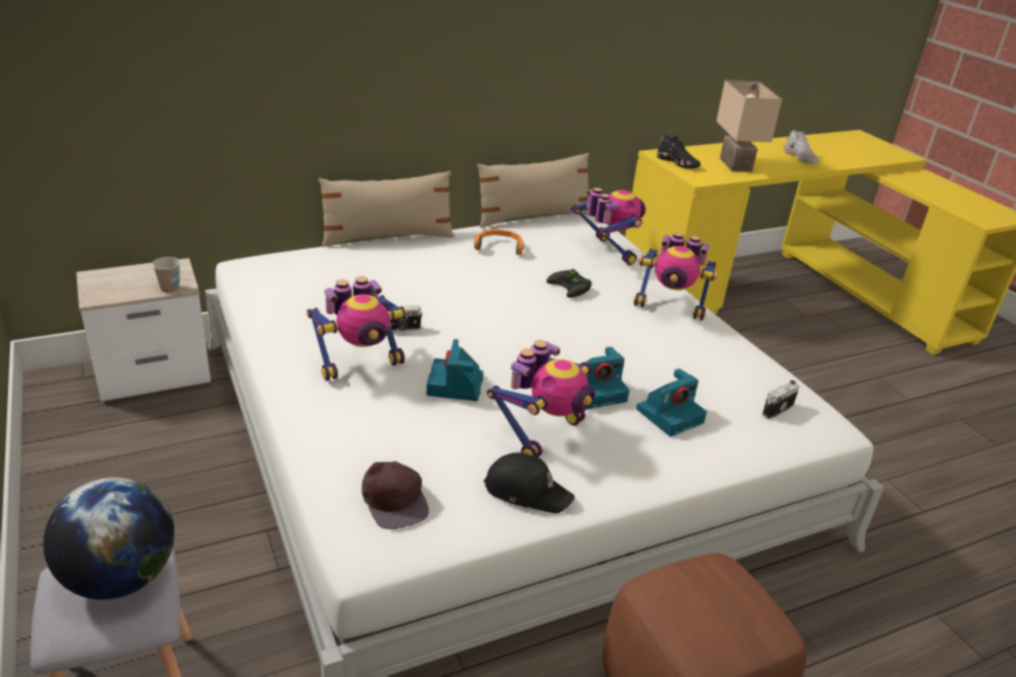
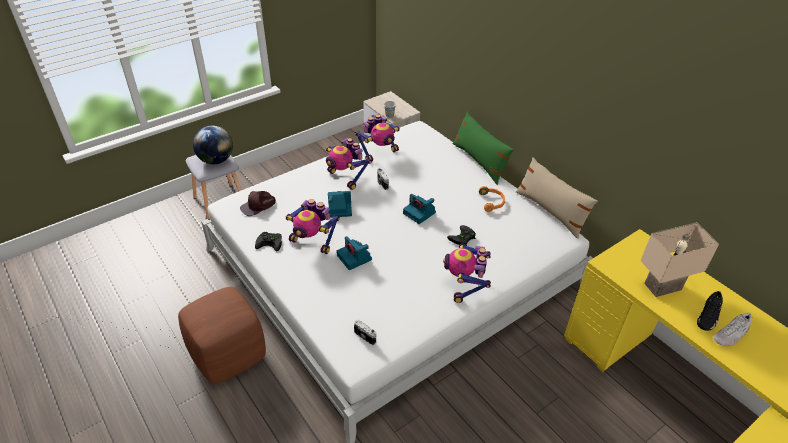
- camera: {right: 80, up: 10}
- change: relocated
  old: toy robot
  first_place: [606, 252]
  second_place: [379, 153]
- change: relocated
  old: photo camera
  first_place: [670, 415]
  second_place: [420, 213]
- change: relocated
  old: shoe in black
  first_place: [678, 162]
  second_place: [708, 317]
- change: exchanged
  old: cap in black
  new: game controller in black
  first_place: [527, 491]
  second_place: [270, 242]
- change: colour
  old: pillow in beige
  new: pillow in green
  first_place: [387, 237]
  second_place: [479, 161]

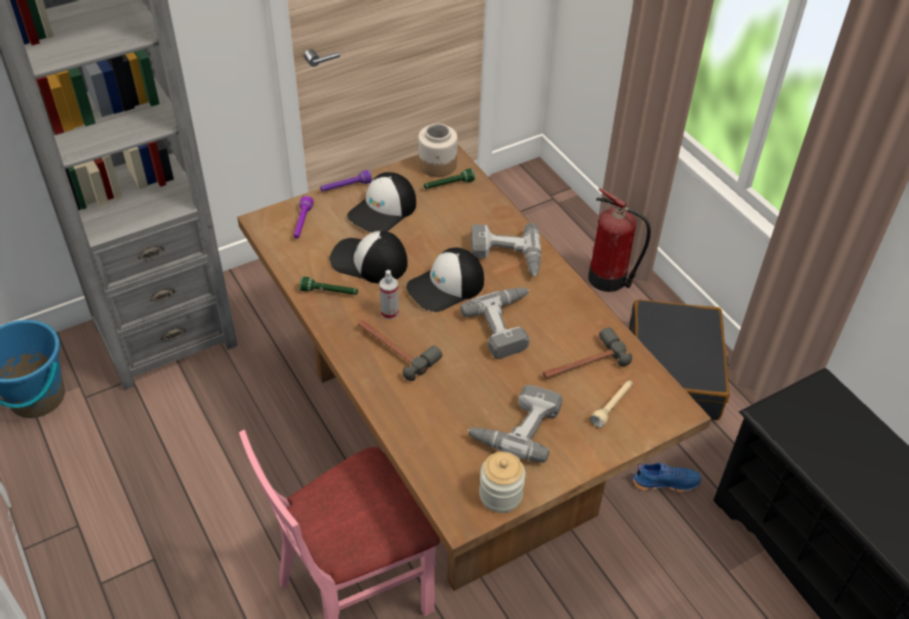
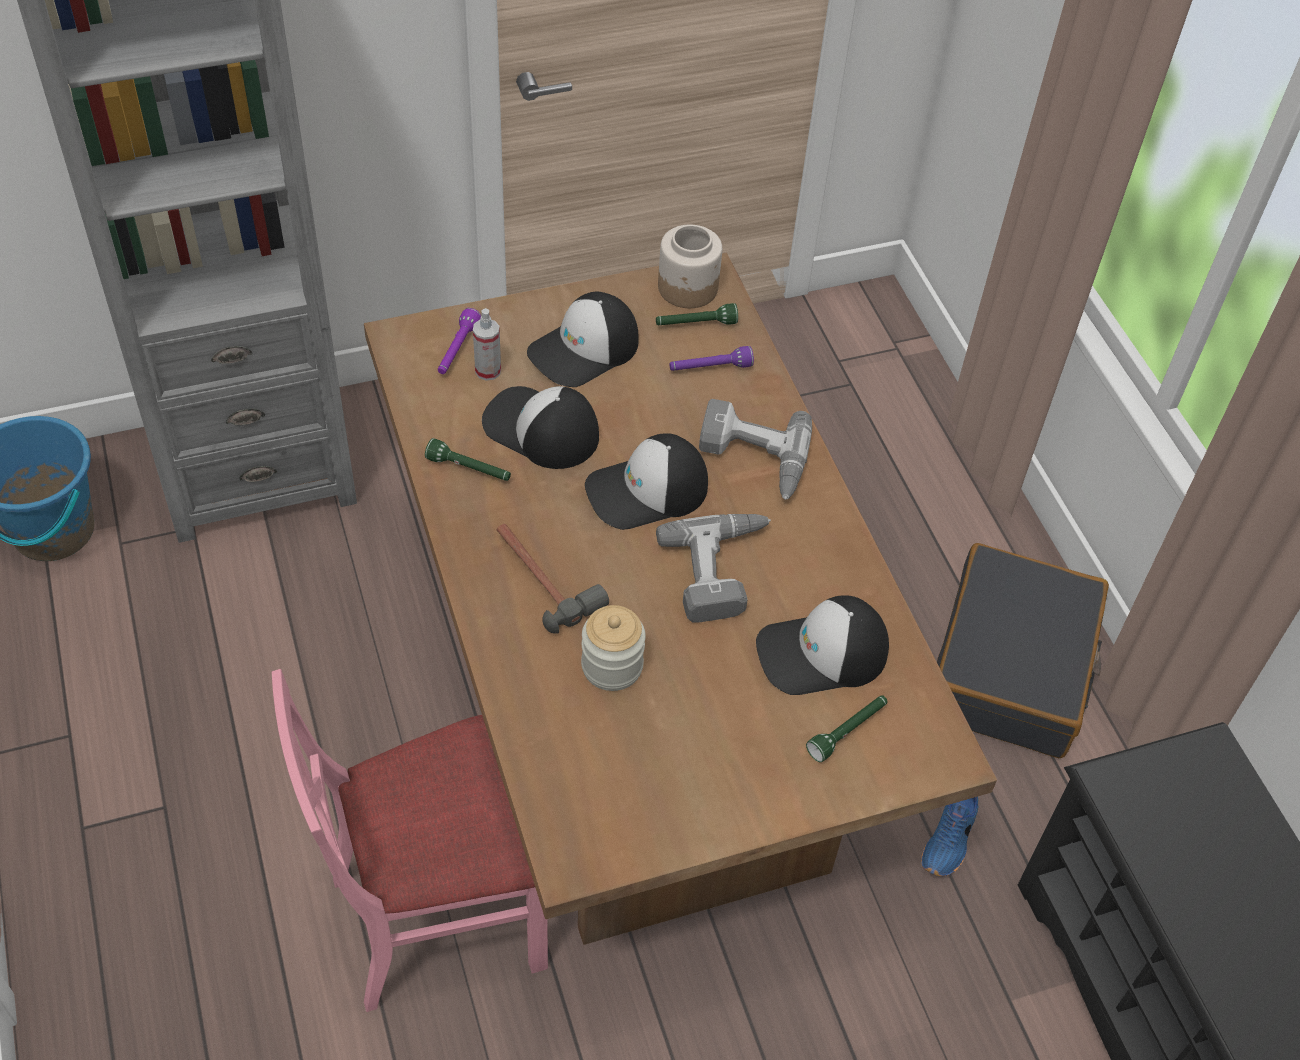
- camera: {right: 10, up: 5}
- change: missing
  old: power drill
  first_place: [516, 426]
- change: missing
  old: fire extinguisher
  first_place: [609, 279]
- change: relocated
  old: flashlight in purple
  first_place: [346, 187]
  second_place: [710, 368]
- change: relocated
  old: spray bottle
  first_place: [389, 312]
  second_place: [488, 371]
- change: relocated
  old: jar
  first_place: [500, 495]
  second_place: [612, 666]
- change: exchanged
  old: hammer
  new: cap
  first_place: [582, 364]
  second_place: [821, 654]
- change: colour
  old: flashlight in beige
  new: flashlight in green
  first_place: [612, 406]
  second_place: [848, 731]
- change: spun
  old: shoe in blue
  first_place: [665, 481]
  second_place: [950, 840]
  degrees: 105

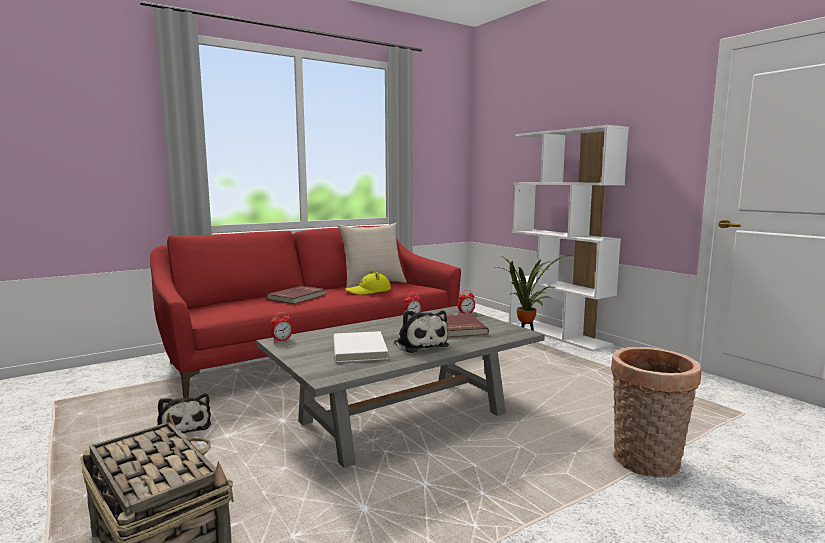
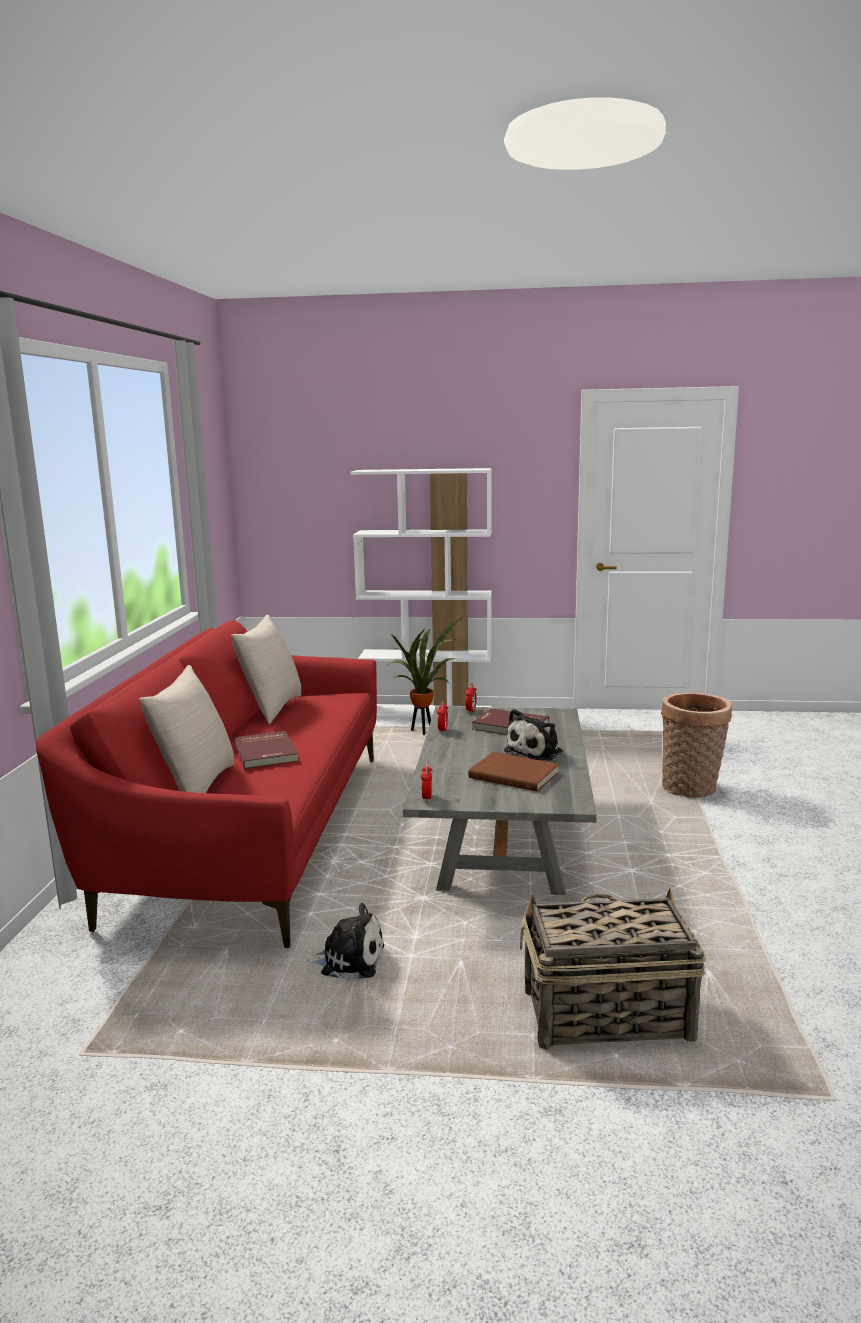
- camera: {right: -50, up: 5}
- change: missing
  old: hat in yellow
  first_place: [369, 291]
- change: appeared
  new: pillow in beige
  second_place: [195, 786]
- change: colour
  old: book in white
  new: book in brown
  first_place: [361, 349]
  second_place: [514, 774]
- change: spun
  old: plush toy
  first_place: [420, 344]
  second_place: [537, 751]
  degrees: 120

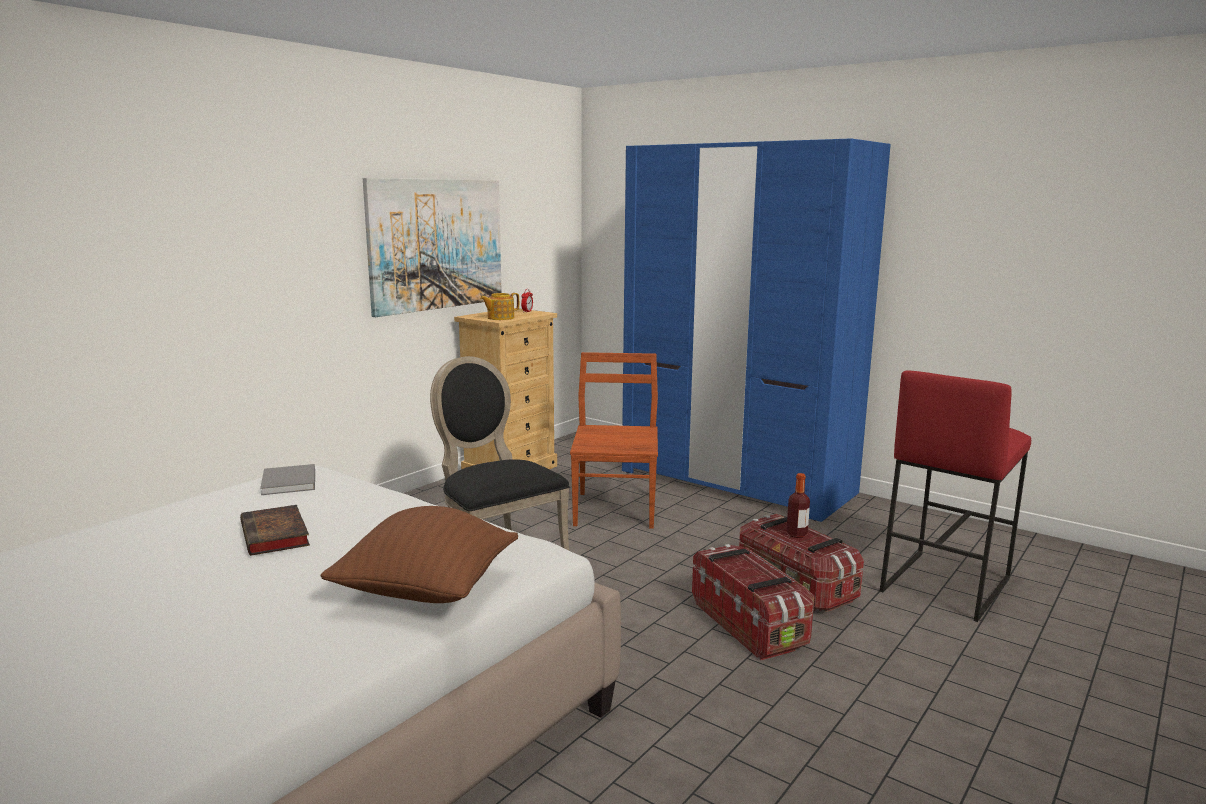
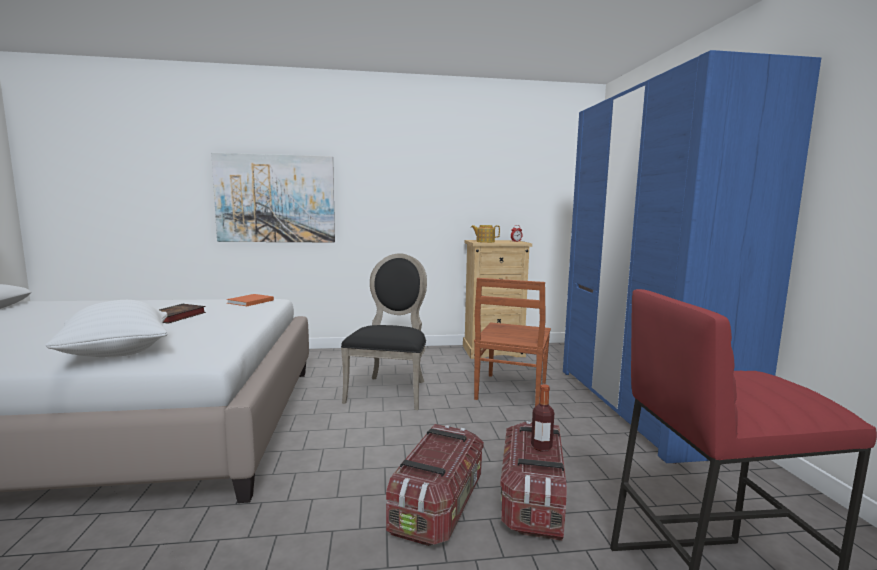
- camera: {right: 45, up: -5}
- change: relocated
  old: picture
  first_place: [436, 244]
  second_place: [275, 199]
- change: colour
  old: book in grey
  new: book in orange
  first_place: [289, 483]
  second_place: [249, 302]
- change: colour
  old: pillow in brown
  new: pillow in white
  first_place: [426, 592]
  second_place: [117, 353]
- change: spun
  old: chair in brown
  first_place: [615, 508]
  second_place: [511, 391]
  degrees: 150

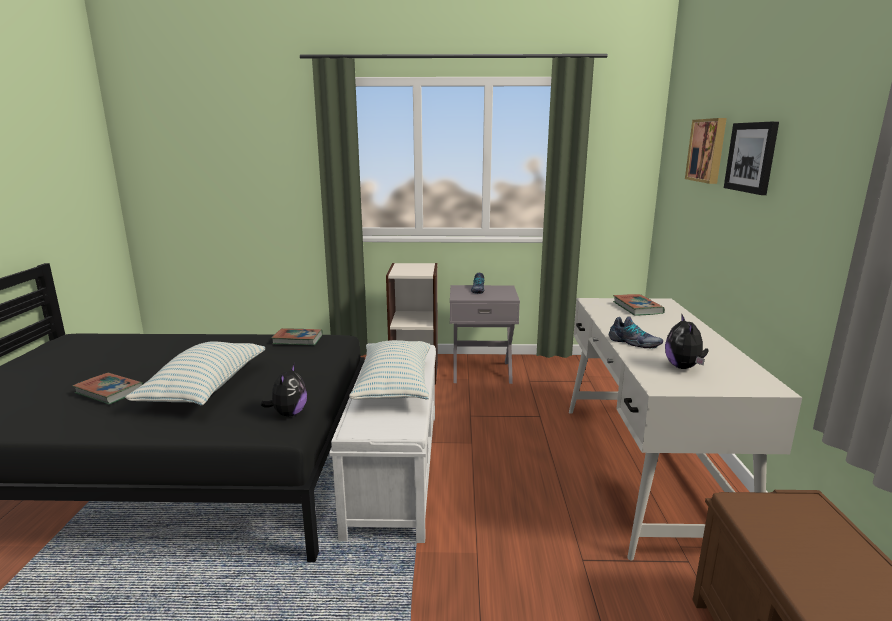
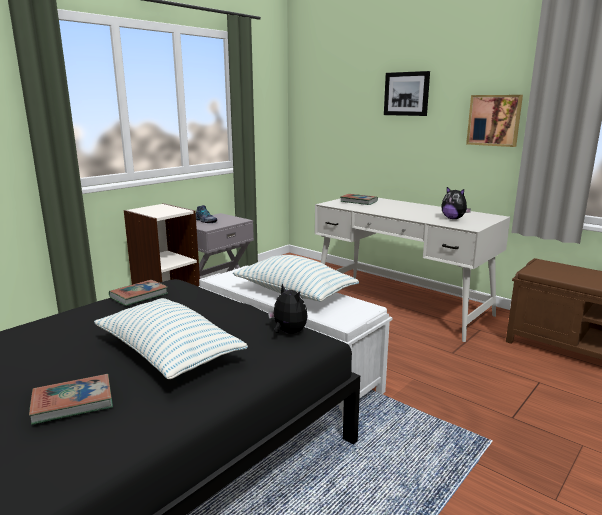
- camera: {right: -50, up: 0}
- change: missing
  old: shoe
  first_place: [634, 343]
- change: relocated
  old: picture
  first_place: [708, 150]
  second_place: [494, 120]

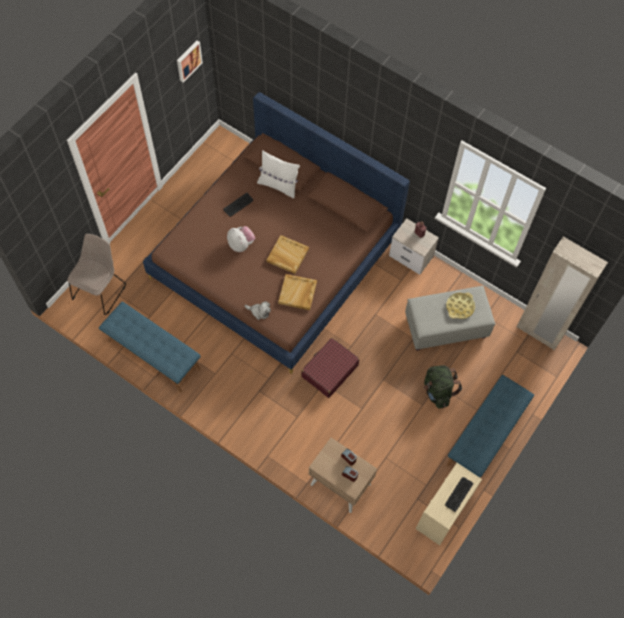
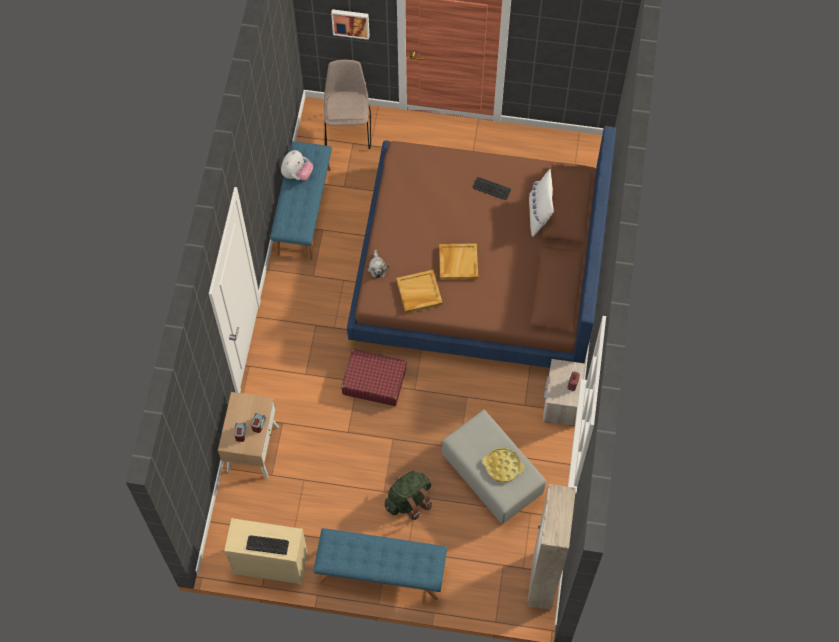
- camera: {right: 65, up: 0}
- change: relocated
  old: picture
  first_place: [188, 60]
  second_place: [350, 22]
- change: relocated
  old: plush toy
  first_place: [241, 244]
  second_place: [297, 174]
- change: spun
  old: chair in beige
  first_place: [100, 290]
  second_place: [348, 129]
  degrees: -90

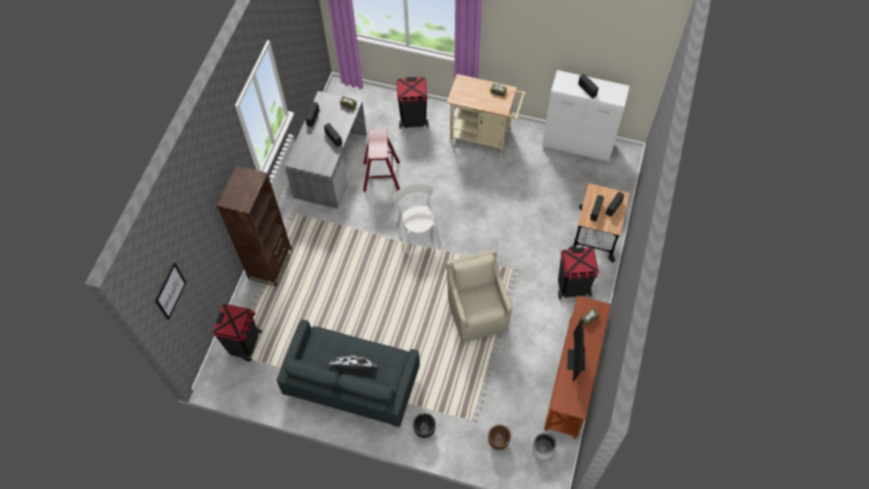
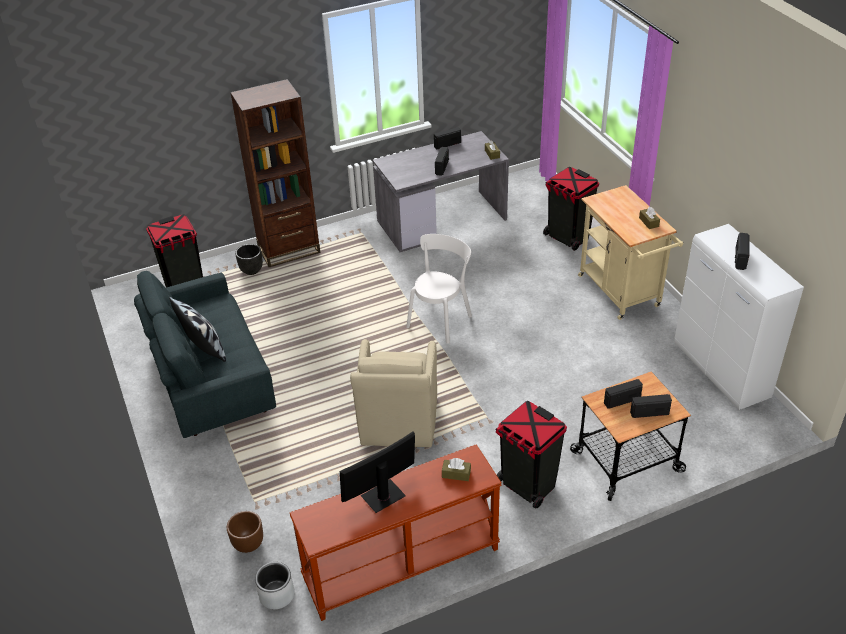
- camera: {right: 50, up: -20}
- change: missing
  old: picture
  first_place: [170, 291]
- change: missing
  old: stool in red
  first_place: [381, 176]
- change: relocated
  old: planter in black
  first_place: [424, 430]
  second_place: [251, 270]
- change: spun
  old: armchair in beige
  first_place: [477, 312]
  second_place: [398, 422]
  degrees: 150

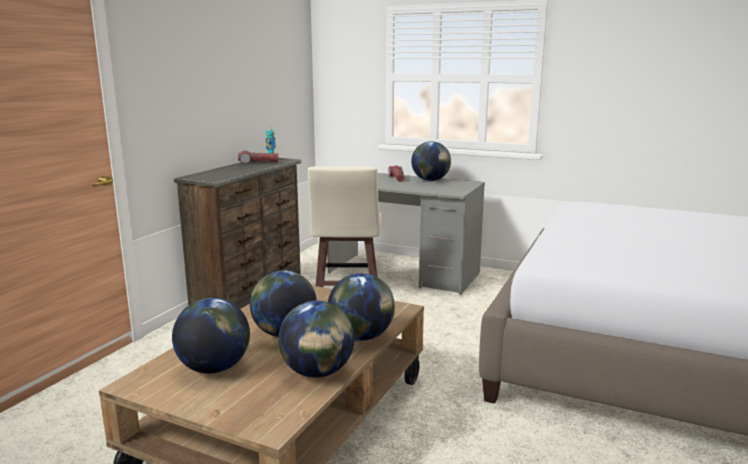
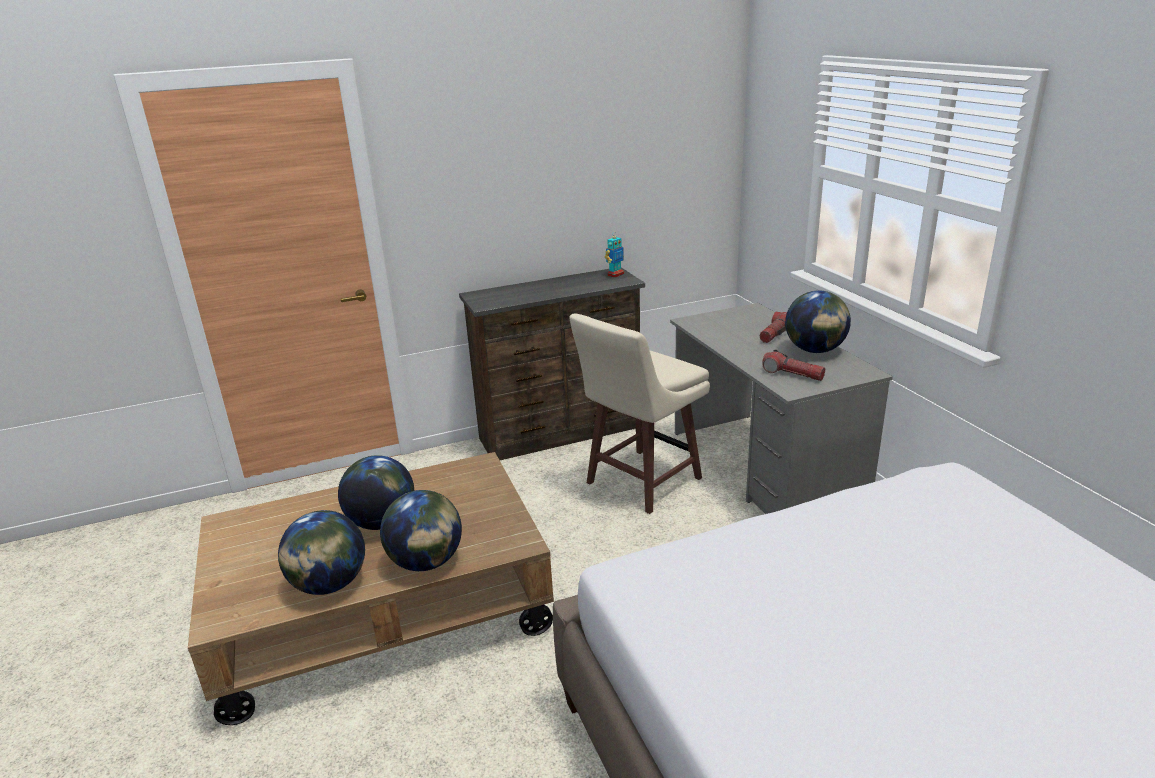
- camera: {right: 45, up: 10}
- change: missing
  old: globe
  first_place: [214, 368]
- change: relocated
  old: flashlight
  first_place: [258, 163]
  second_place: [792, 374]

